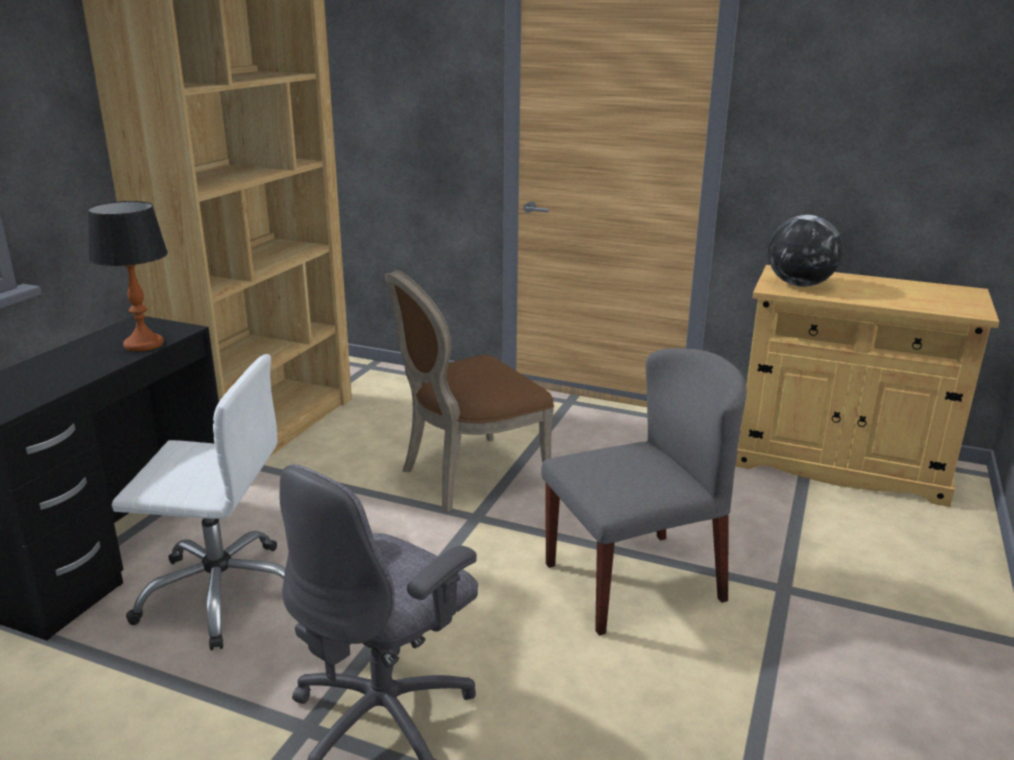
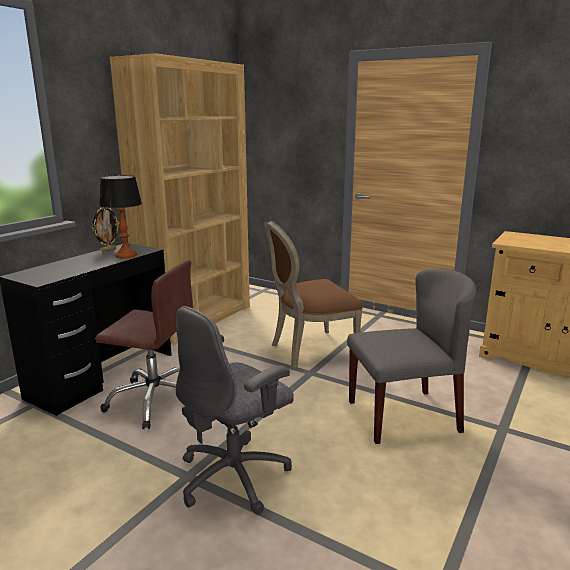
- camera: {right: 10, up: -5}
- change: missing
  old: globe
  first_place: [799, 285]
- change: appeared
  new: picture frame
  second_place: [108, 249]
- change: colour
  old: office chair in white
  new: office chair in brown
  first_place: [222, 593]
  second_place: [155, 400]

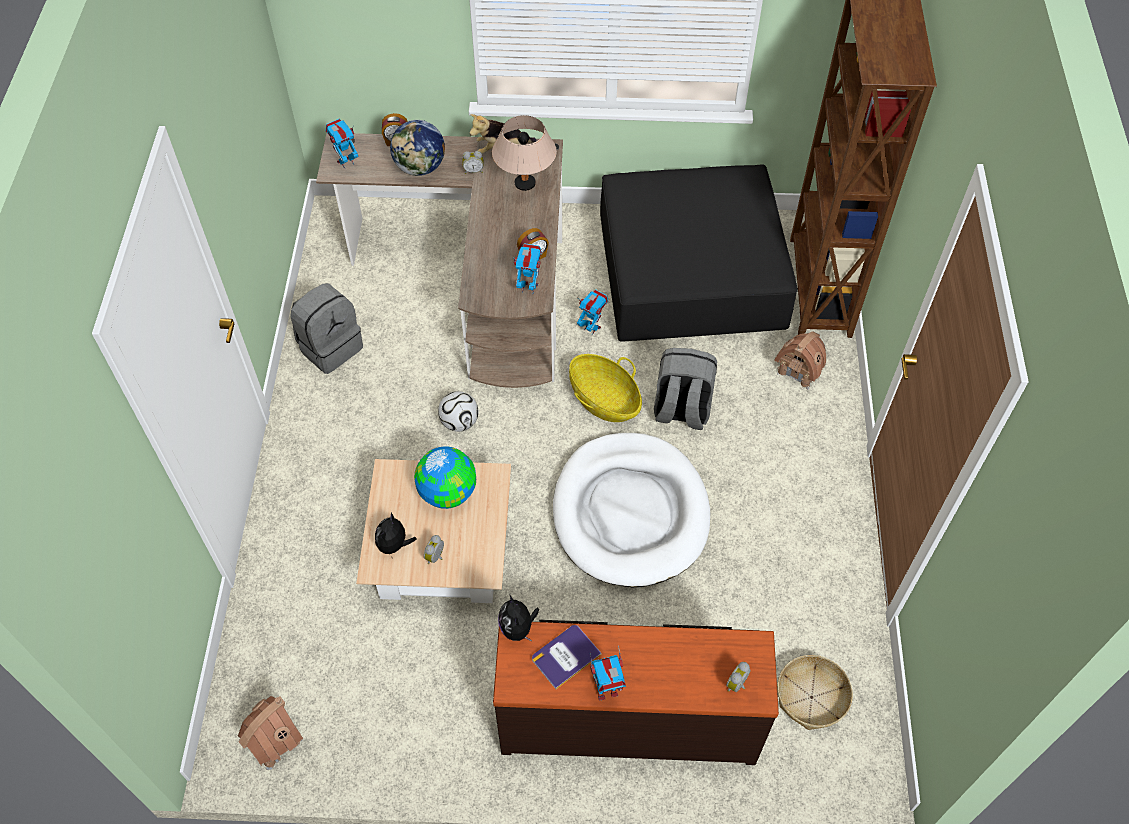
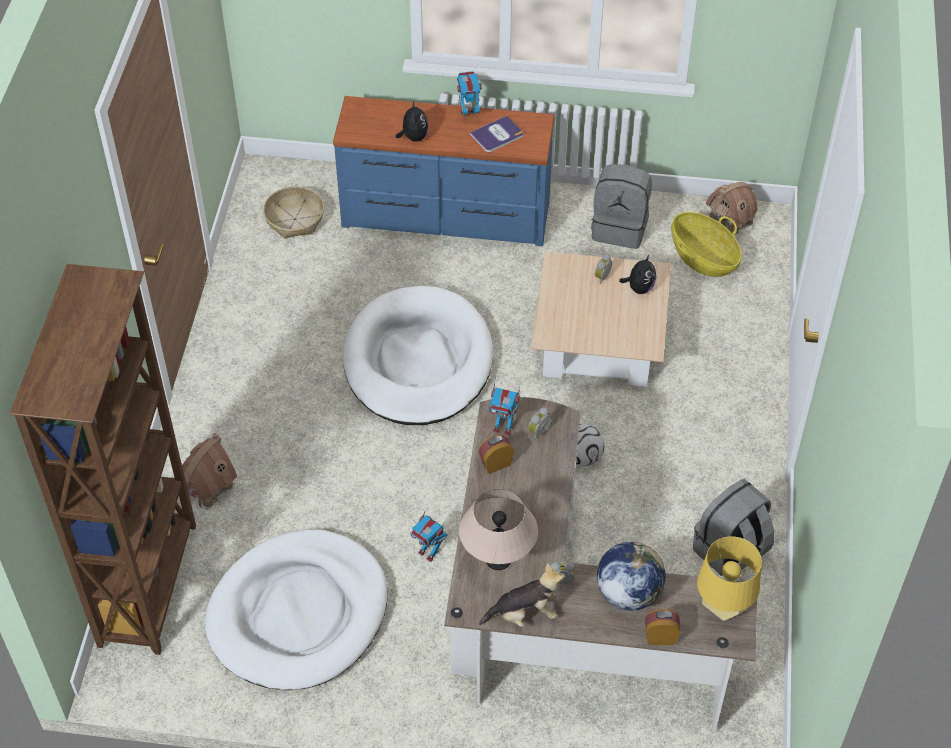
- camera: {right: -175, up: -5}
- change: missing
  old: globe
  first_place: [448, 492]
- change: relocated
  old: plush toy
  first_place: [518, 628]
  second_place: [413, 137]
- change: relocated
  old: basket
  first_place: [604, 400]
  second_place: [703, 258]
- change: relocated
  old: backpack in grey
  first_place: [681, 410]
  second_place: [620, 228]
- change: relocated
  old: alarm clock
  first_place: [737, 684]
  second_place: [538, 431]
- change: exchanged
  old: toy robot
  new: table lamp in yellow
  first_place: [346, 162]
  second_place: [723, 608]
- change: exchanged
  old: ottoman in black
  new: dog bed in white
  first_place: [690, 274]
  second_place: [298, 614]
- change: colour
  old: dresser in brown
  new: dresser in blue
  first_place: [628, 718]
  second_place: [445, 216]

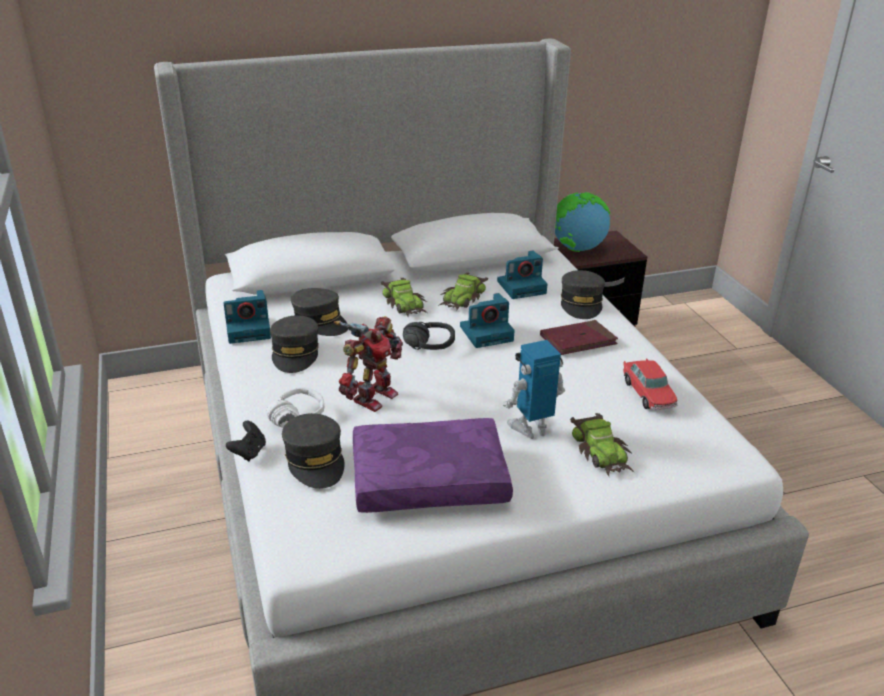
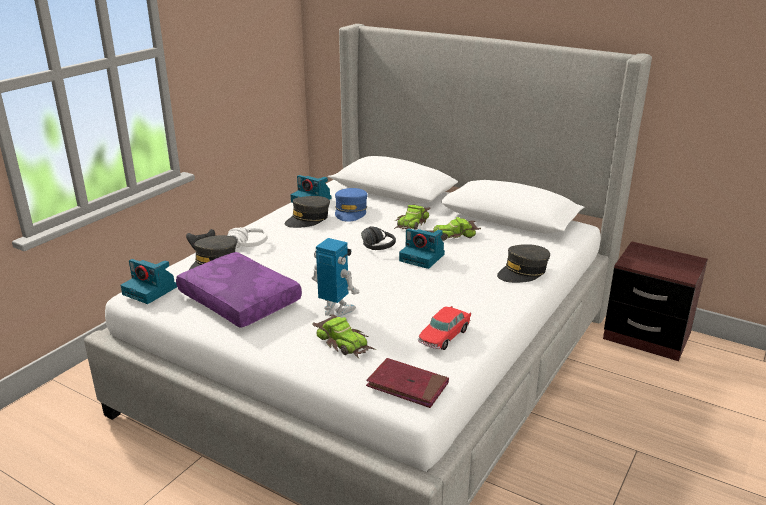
- camera: {right: 50, up: -5}
- change: missing
  old: toy robot
  first_place: [372, 396]
- change: missing
  old: globe
  first_place: [577, 249]
- change: relocated
  old: photo camera
  first_place: [522, 287]
  second_place: [151, 290]
- change: relocated
  old: book in red
  first_place: [578, 341]
  second_place: [407, 385]
- change: colour
  old: cap in grey
  new: cap in blue
  first_place: [320, 321]
  second_place: [351, 211]
- change: spun
  old: toy car
  first_place: [601, 451]
  second_place: [344, 342]
  degrees: -75

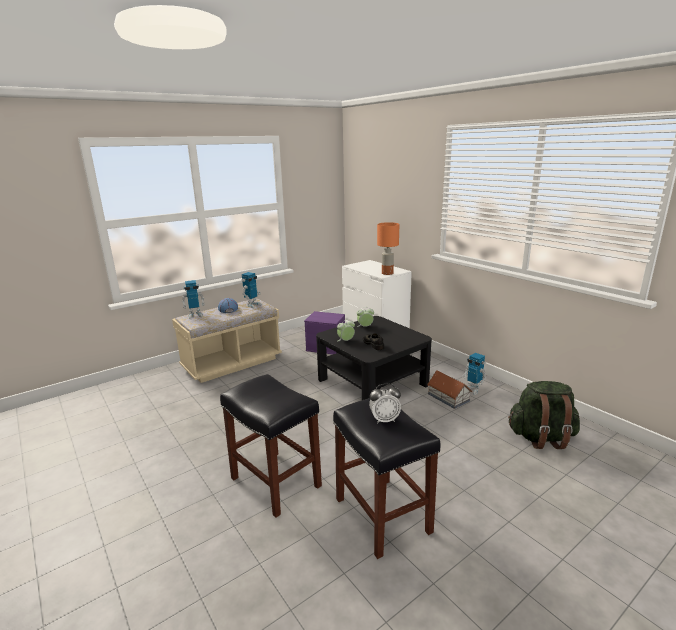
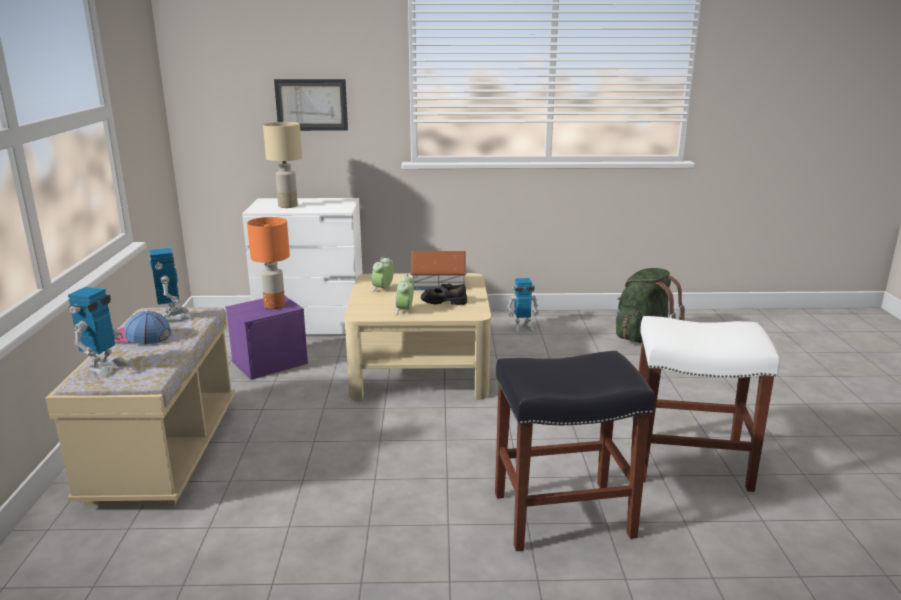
- camera: {right: -55, up: 0}
- change: missing
  old: alarm clock
  first_place: [384, 420]
- change: appeared
  new: table lamp in beige
  second_place: [287, 206]
- change: appeared
  new: picture
  second_place: [311, 105]
- change: relocated
  old: table lamp in orange
  first_place: [387, 273]
  second_place: [274, 305]
- change: relocated
  old: toy house
  first_place: [448, 397]
  second_place: [438, 284]
- change: colour
  old: coffee table in black
  new: coffee table in beige
  first_place: [372, 382]
  second_place: [421, 369]
- change: colour
  old: stool in black
  new: stool in white
  first_place: [383, 516]
  second_place: [690, 463]

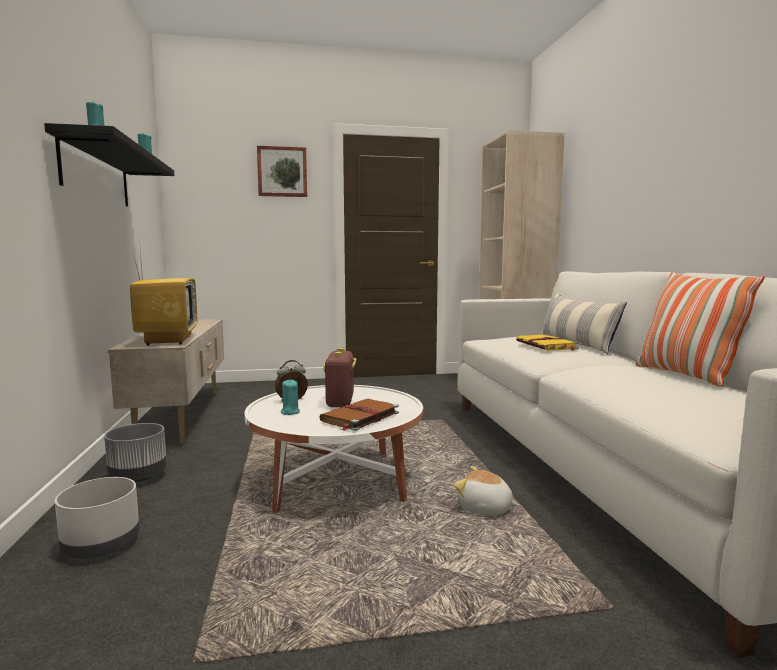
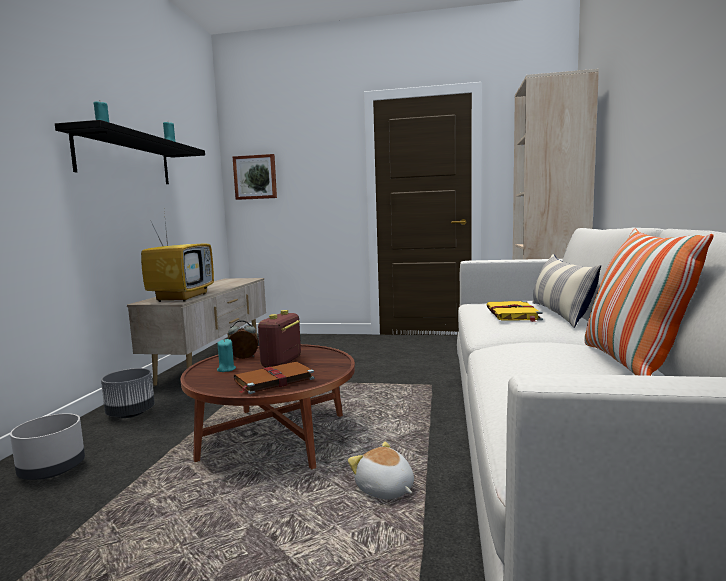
- camera: {right: 20, up: 0}
- change: relocated
  old: picture
  first_place: [282, 172]
  second_place: [255, 177]
- change: colour
  old: coffee table in white
  new: coffee table in brown
  first_place: [336, 480]
  second_place: [275, 437]

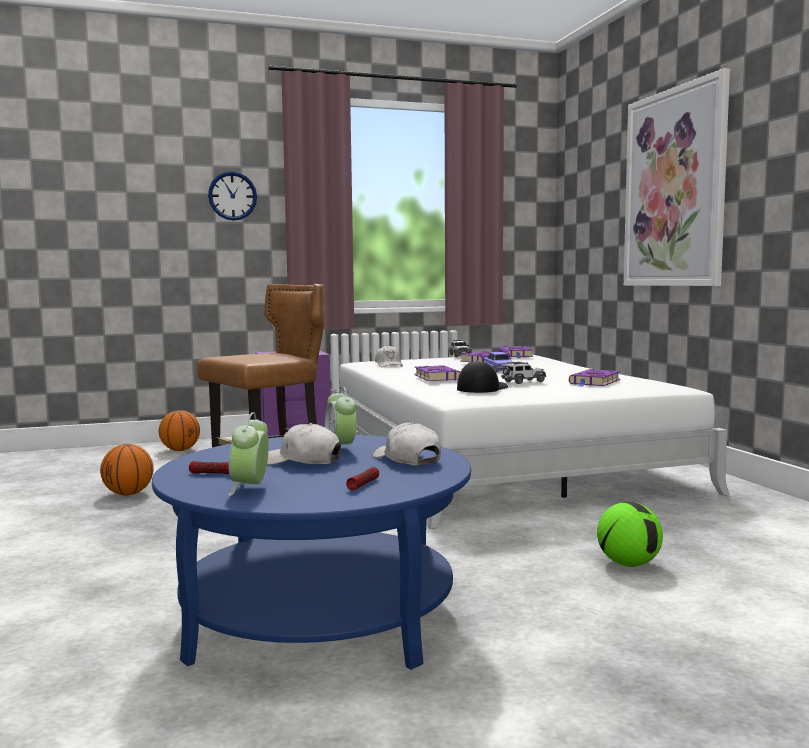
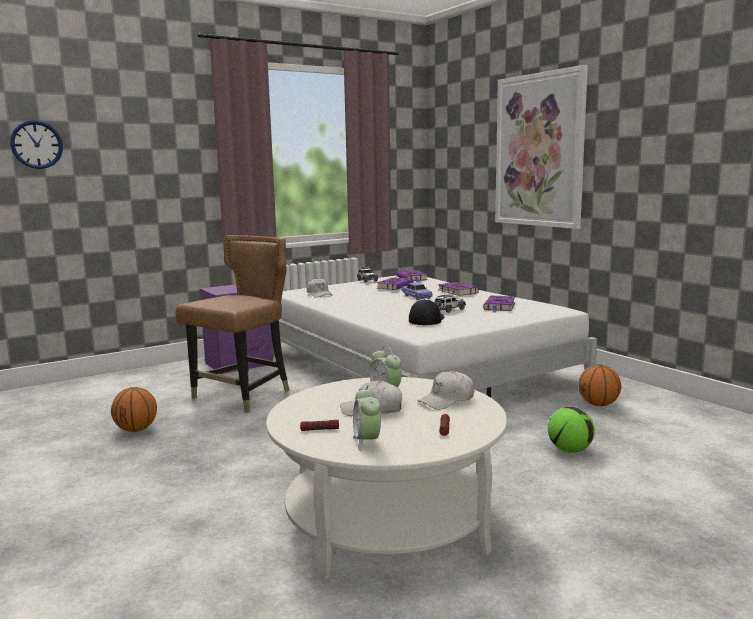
- camera: {right: -15, up: 5}
- change: relocated
  old: basketball
  first_place: [180, 450]
  second_place: [598, 404]
- change: relocated
  old: wall clock
  first_place: [232, 196]
  second_place: [36, 144]
- change: relocated
  old: book in purple
  first_place: [436, 377]
  second_place: [456, 291]
- change: colour
  old: coffee table in blue
  new: coffee table in white
  first_place: [319, 614]
  second_place: [388, 521]
- change: spun
  old: cap in white
  first_place: [407, 460]
  second_place: [447, 400]
  degrees: -75

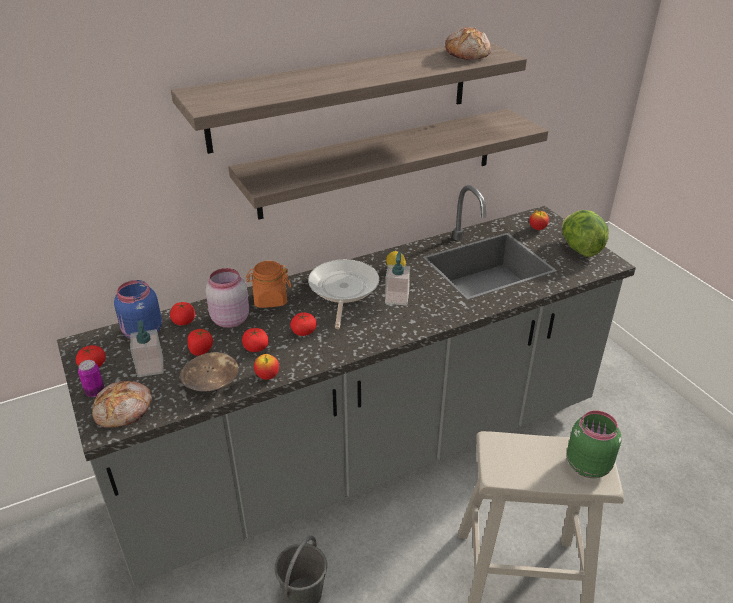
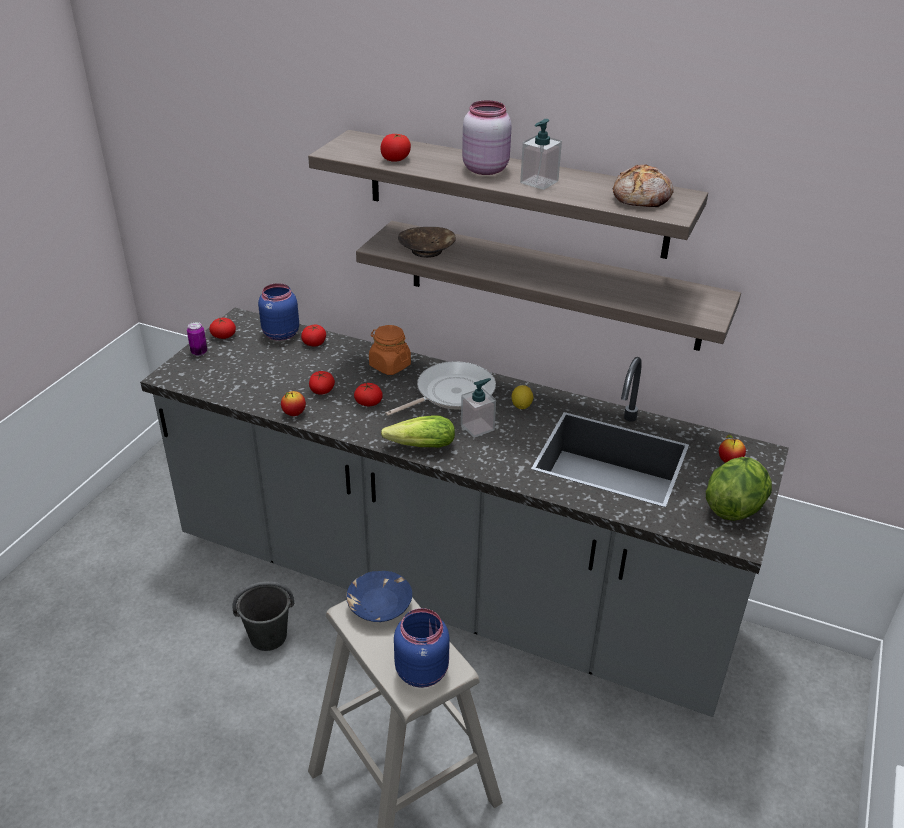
- camera: {right: 50, up: 0}
- change: missing
  old: bread
  first_place: [124, 410]
- change: appeared
  new: bowl in blue
  second_place: [379, 605]
- change: appeared
  new: lettuce
  second_place: [417, 446]
- change: relocated
  old: soap dispenser
  first_place: [150, 367]
  second_place: [539, 182]
- change: relocated
  old: bowl in brown
  first_place: [211, 381]
  second_place: [427, 251]
- change: relocated
  old: tomato
  first_place: [201, 350]
  second_place: [396, 159]
- change: relocated
  old: jar in pink
  first_place: [229, 319]
  second_place: [485, 169]
- change: colour
  old: jar in green
  new: jar in blue
  first_place: [586, 464]
  second_place: [422, 670]

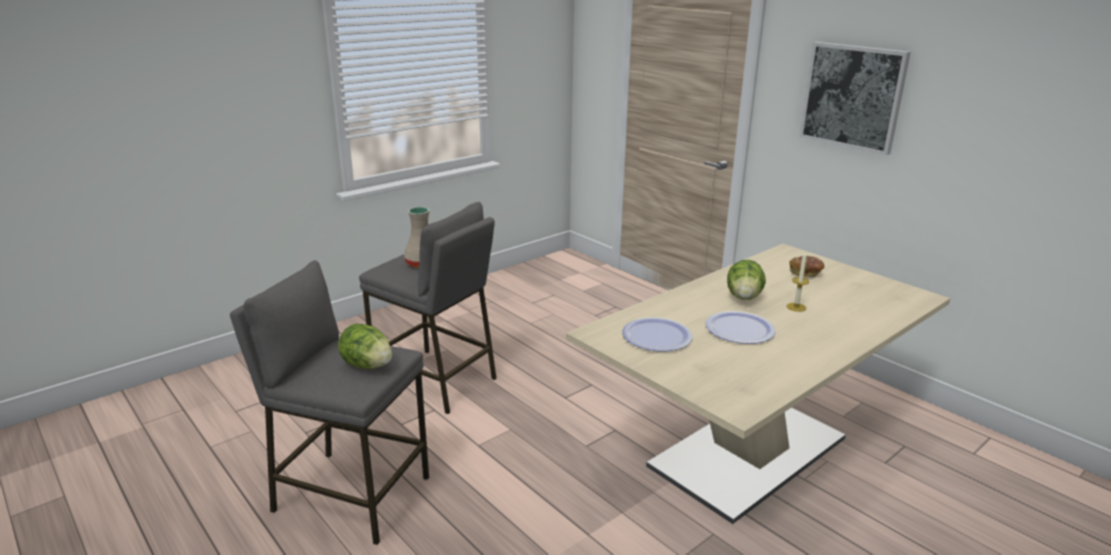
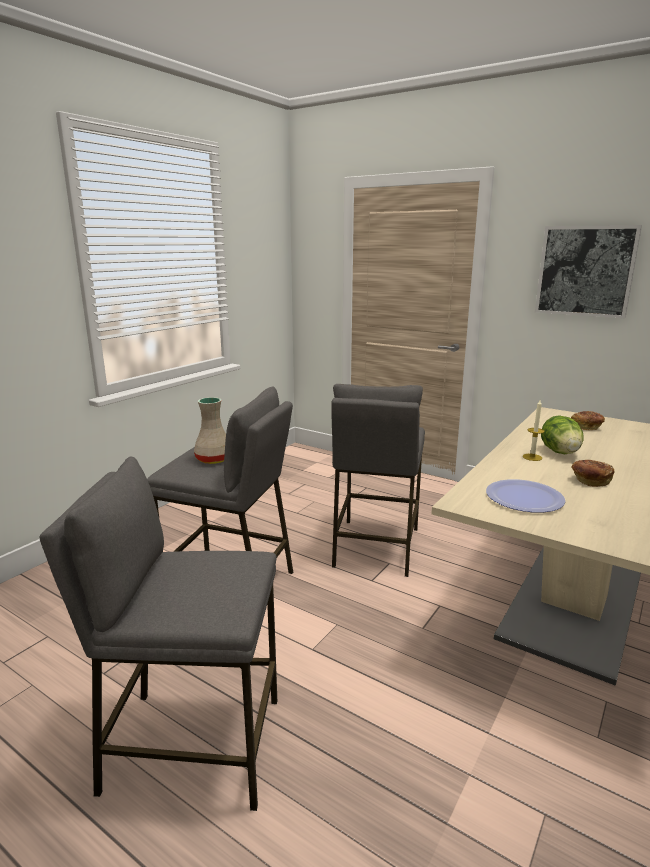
- camera: {right: -15, up: -5}
- change: missing
  old: lettuce
  first_place: [367, 365]
- change: appeared
  new: stool in grey
  second_place: [375, 547]
- change: relocated
  old: candle
  first_place: [796, 307]
  second_place: [532, 457]
- change: exchanged
  old: plate
  new: bread
  first_place: [739, 329]
  second_place: [590, 481]

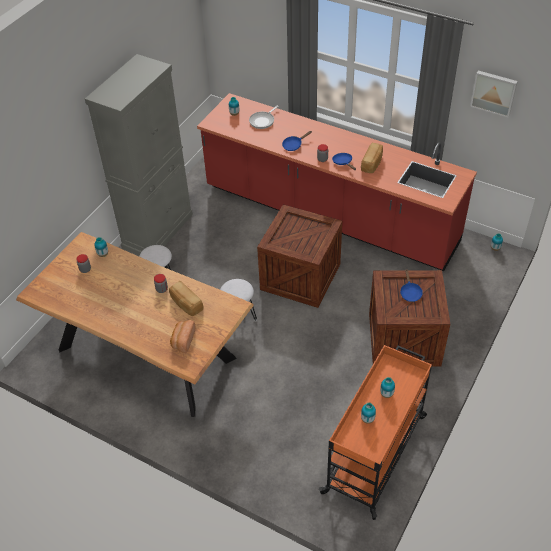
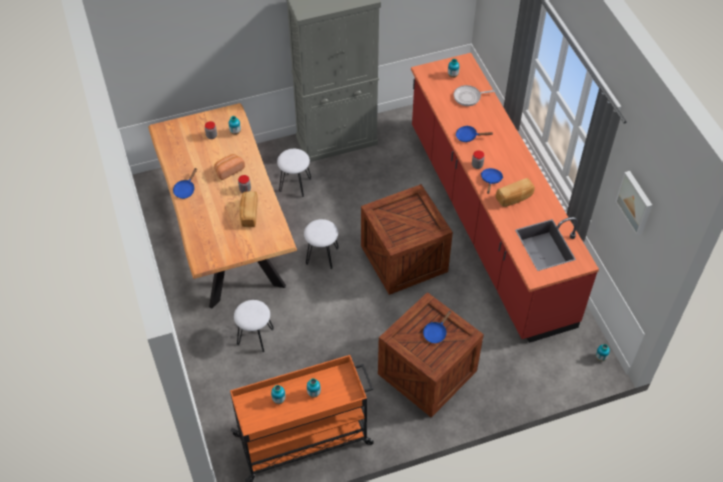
- camera: {right: 40, up: 5}
- change: appeared
  new: frying pan in blue
  second_place: [185, 189]
- change: appeared
  new: stool in white
  second_place: [255, 337]
- change: relocated
  old: bread
  first_place: [182, 340]
  second_place: [229, 170]

